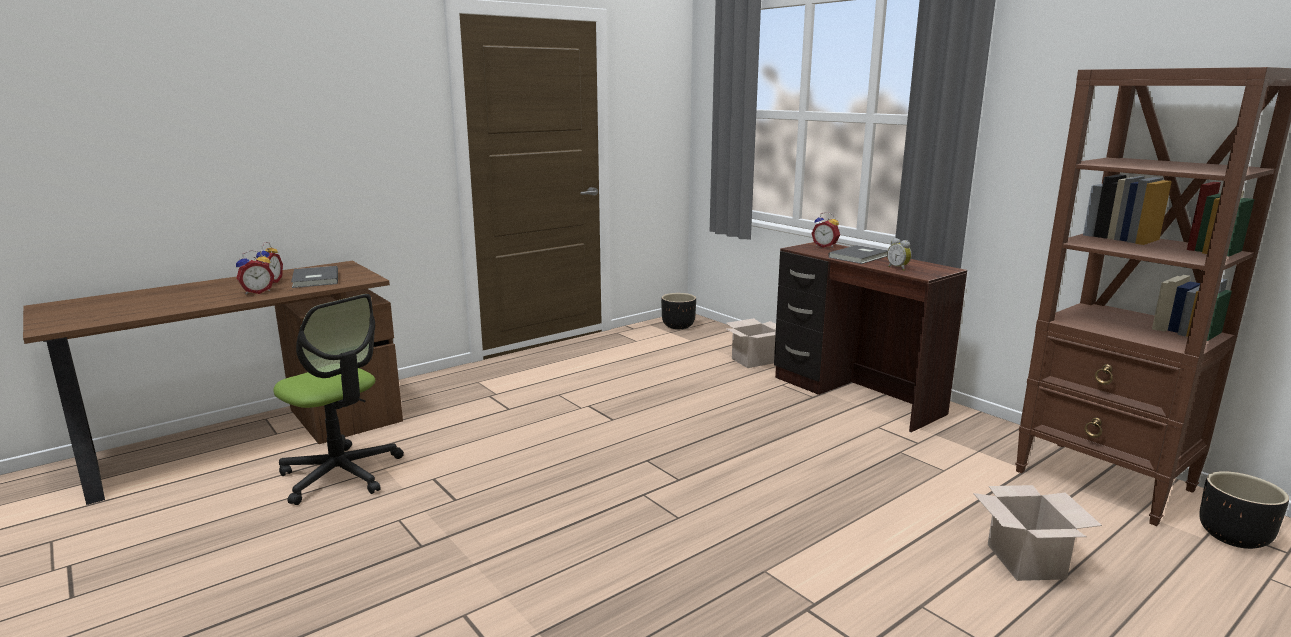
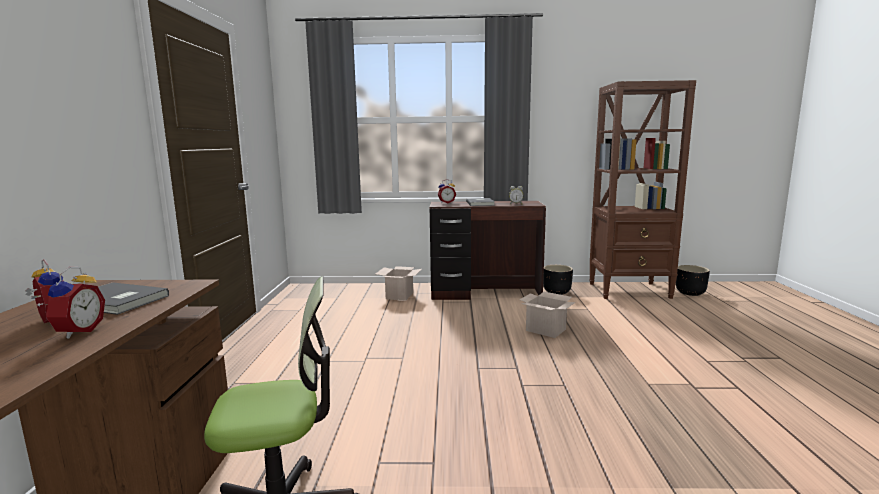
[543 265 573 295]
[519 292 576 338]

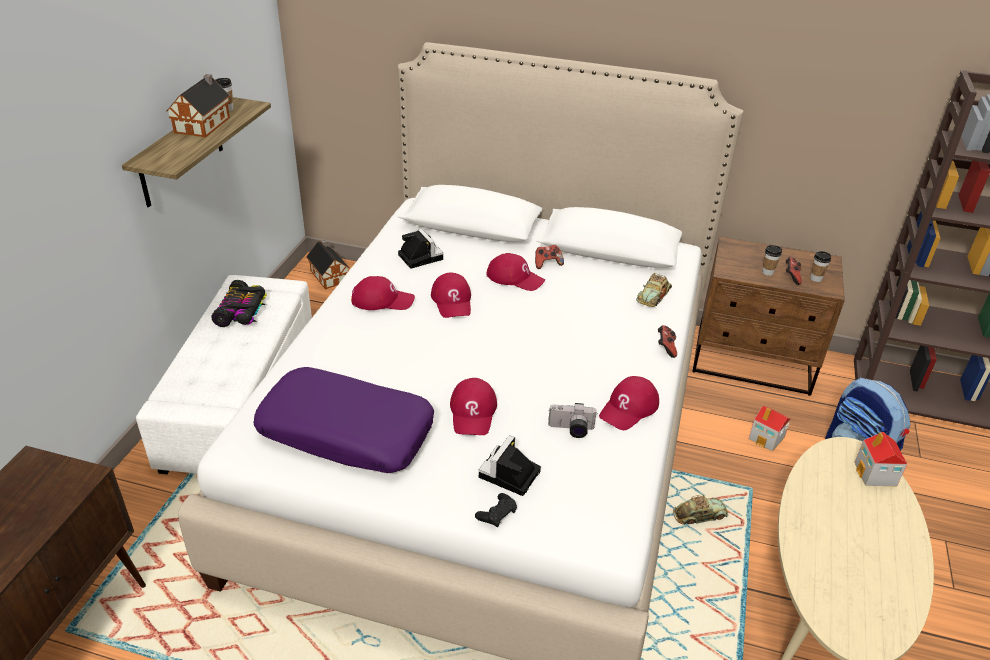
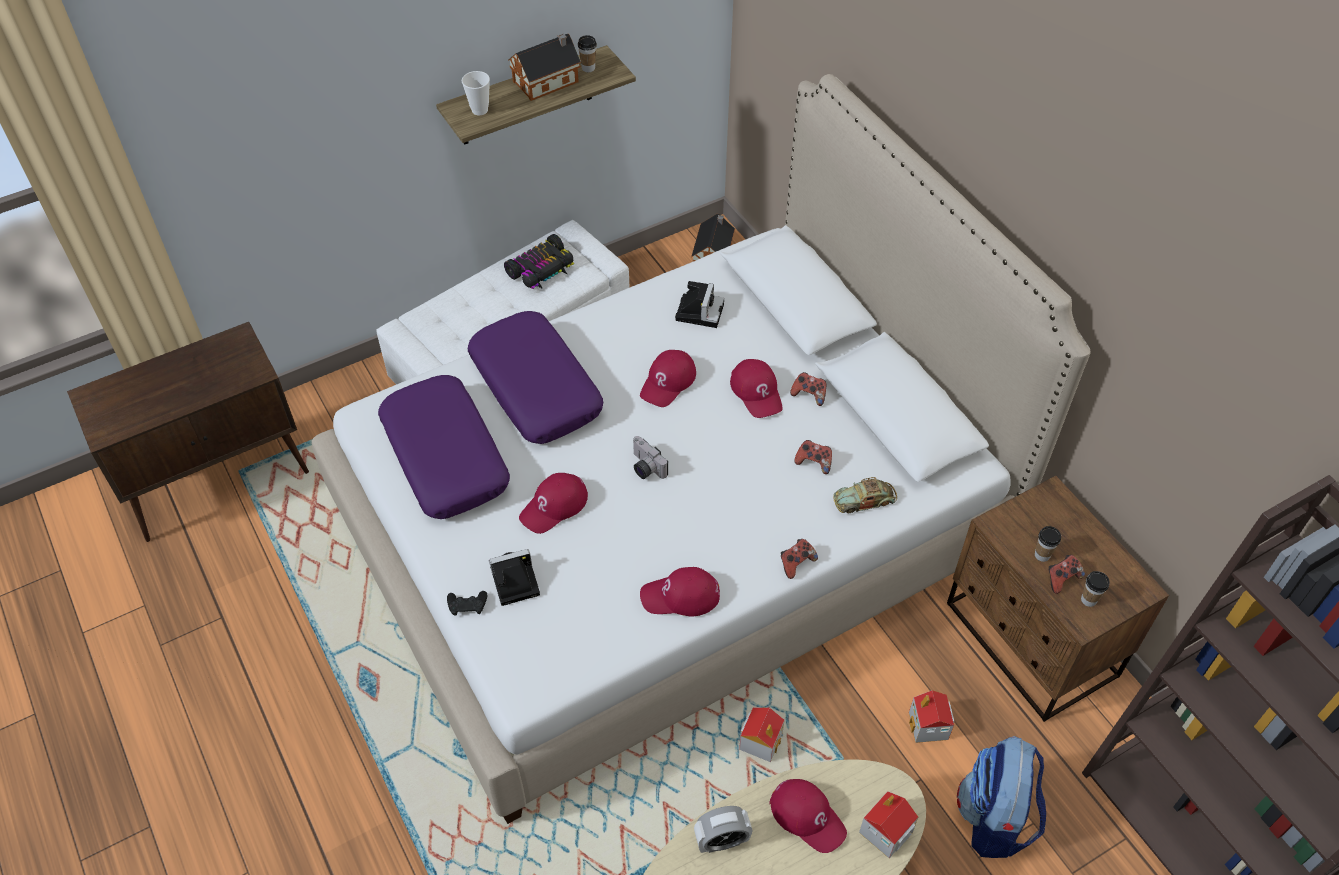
[462 71 490 115]
[468 311 603 444]
[694 806 752 853]
[794 440 832 474]
[770 779 847 853]
[633 436 668 479]
[739 707 785 762]

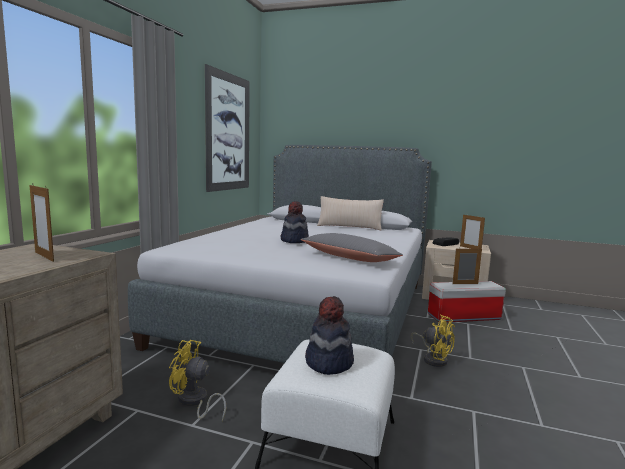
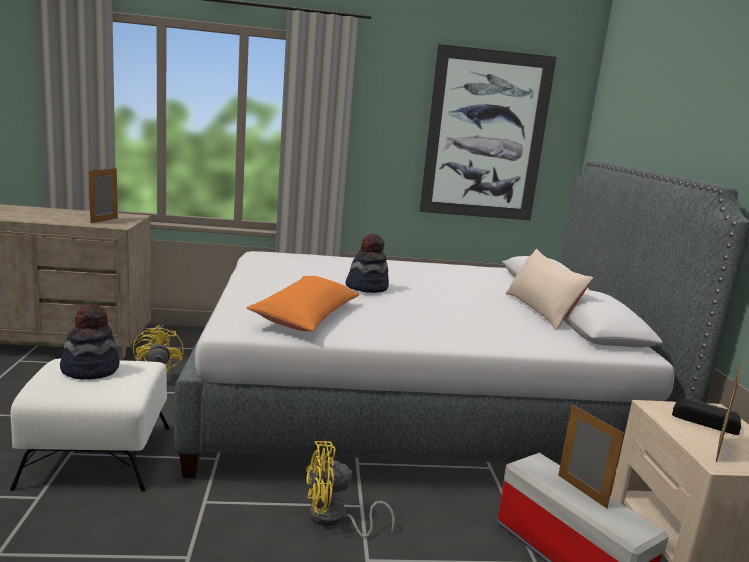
[247 276 359 332]
[306 441 395 538]

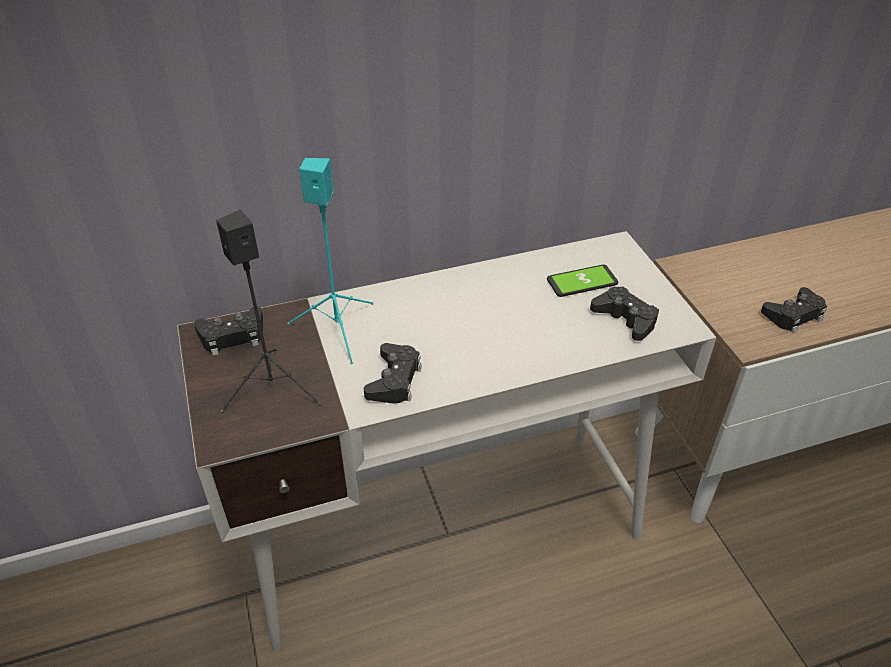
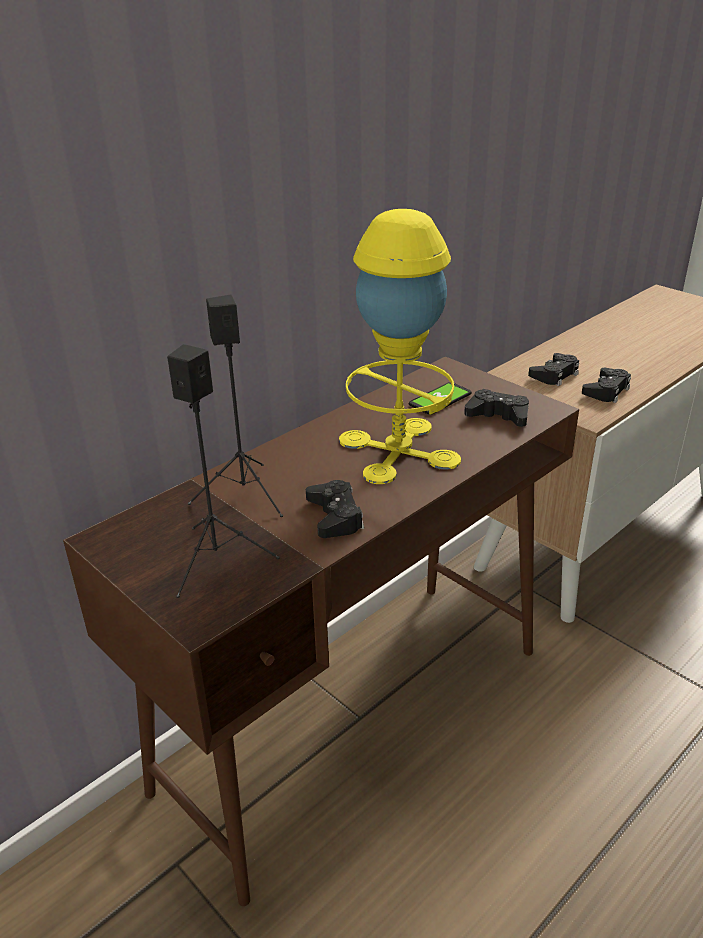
[339 209 461 484]
[528 353 579 386]
[63 356 579 906]
[188 294 283 517]

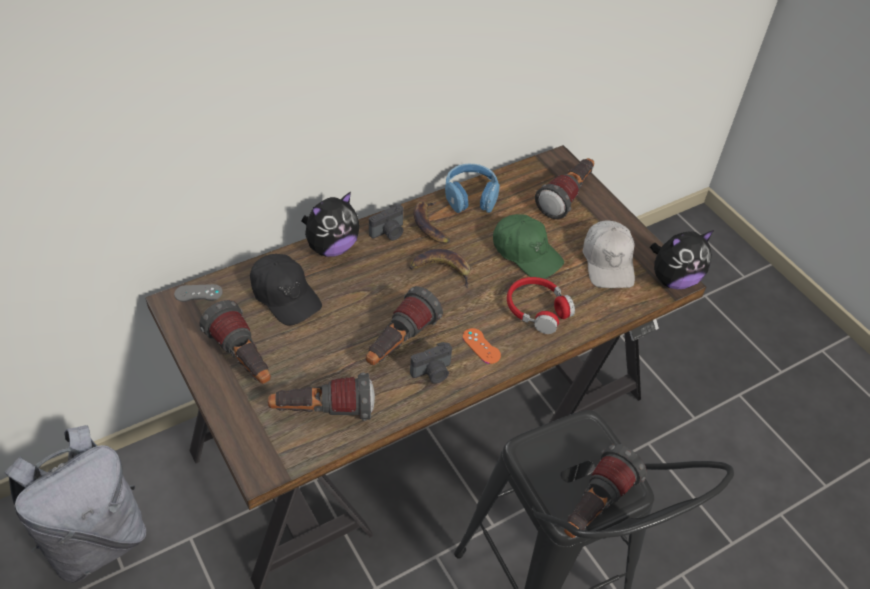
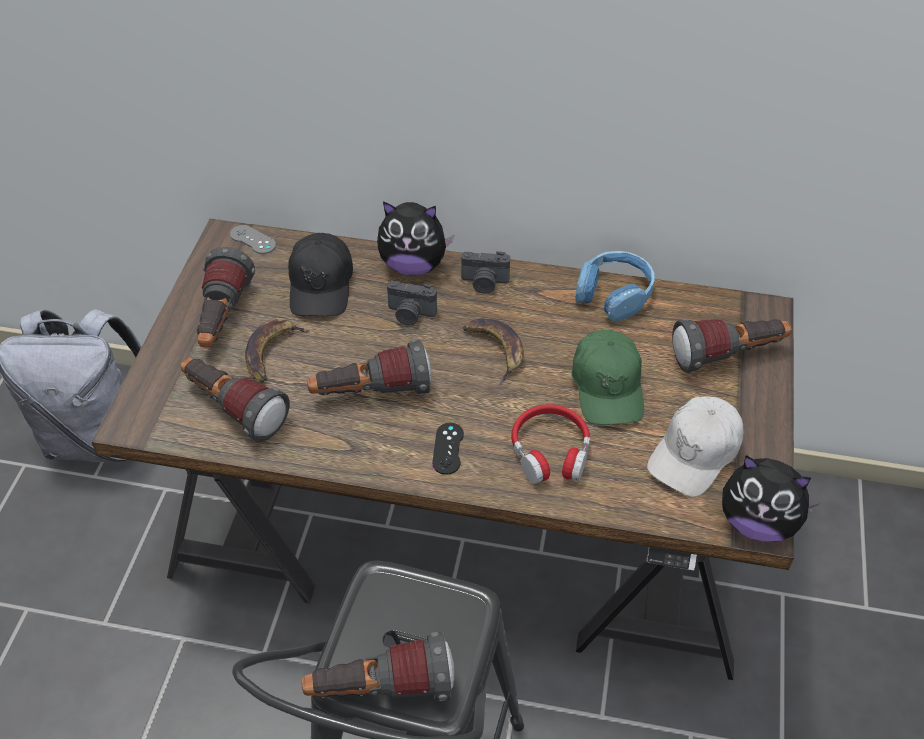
[387 280 437 325]
[245 318 310 382]
[432 423 464 475]

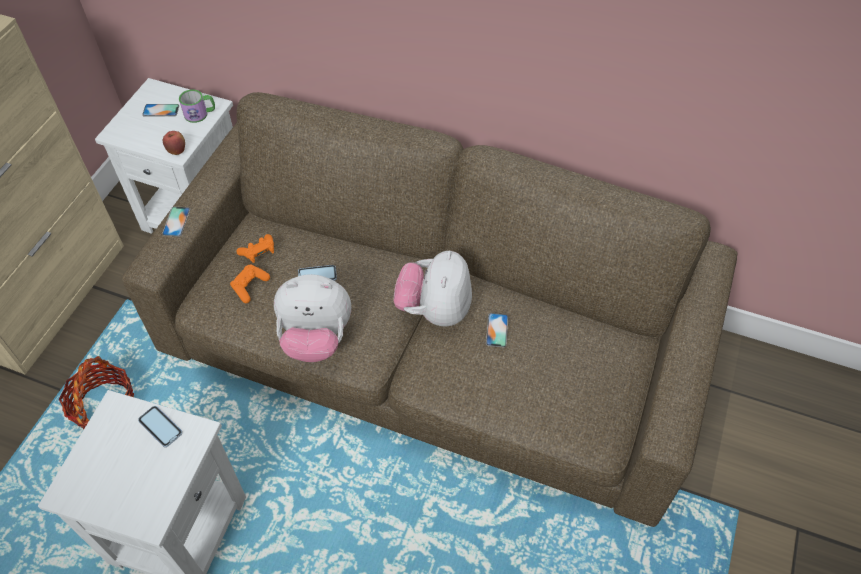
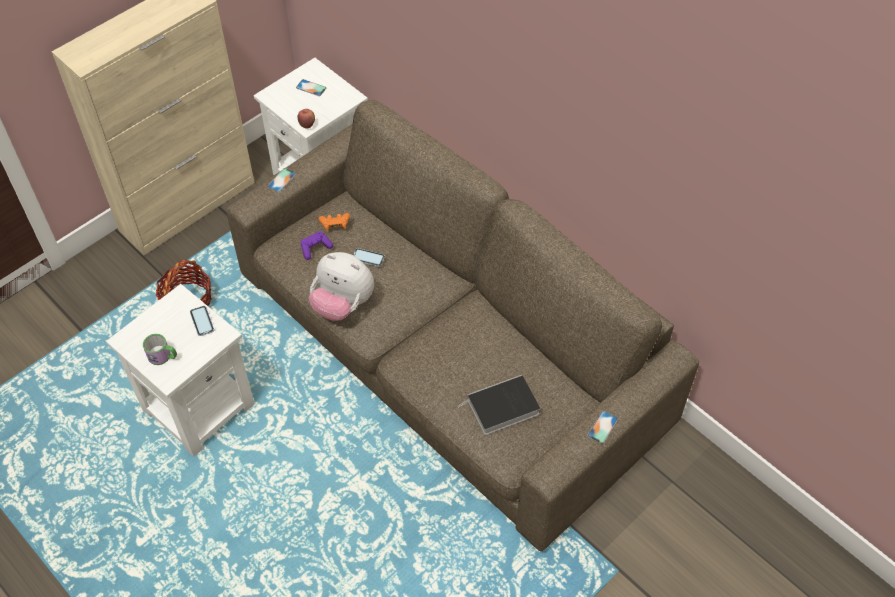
[394 250 472 326] (first image)
[458 375 540 435]
[143 334 177 365]
[587 411 618 444]
[301 231 333 260]

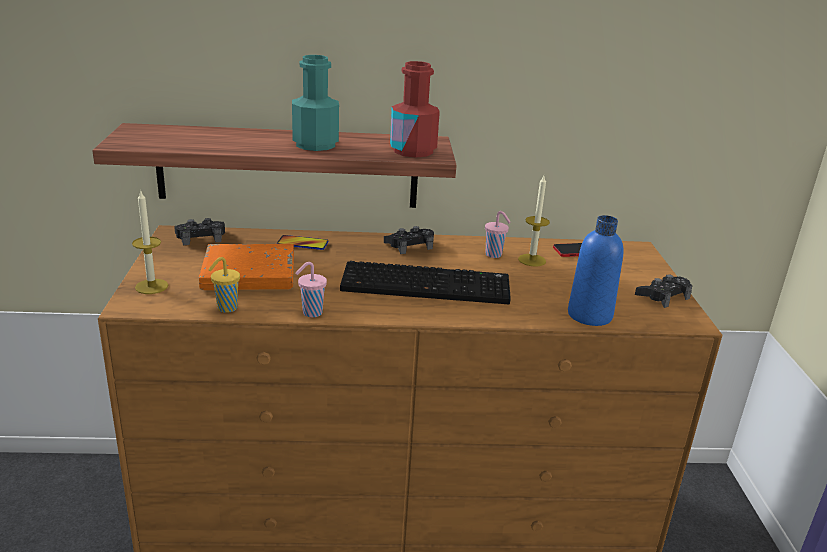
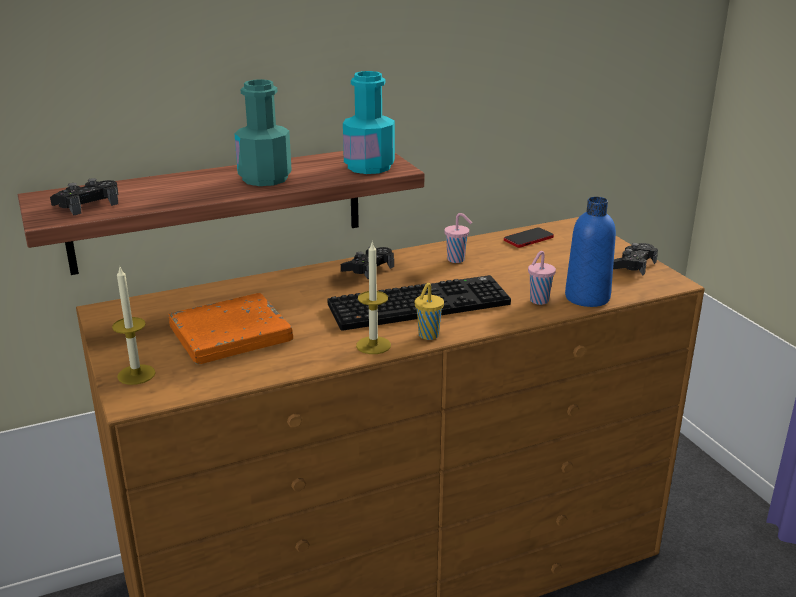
[277 235 329 250] (first image)
[50 178 118 216]
[415 283 444 340]
[528 251 556 305]
[356 242 391 354]
[343 71 395 174]

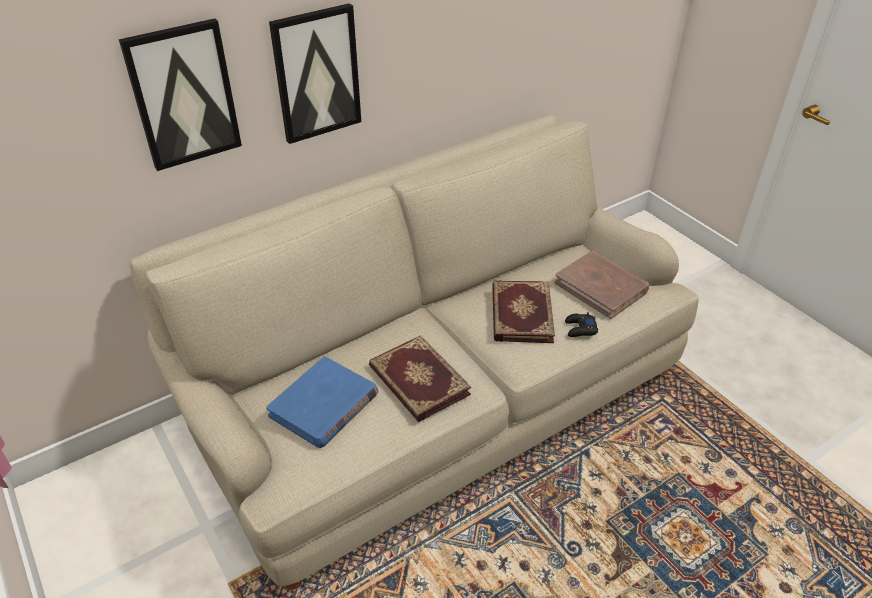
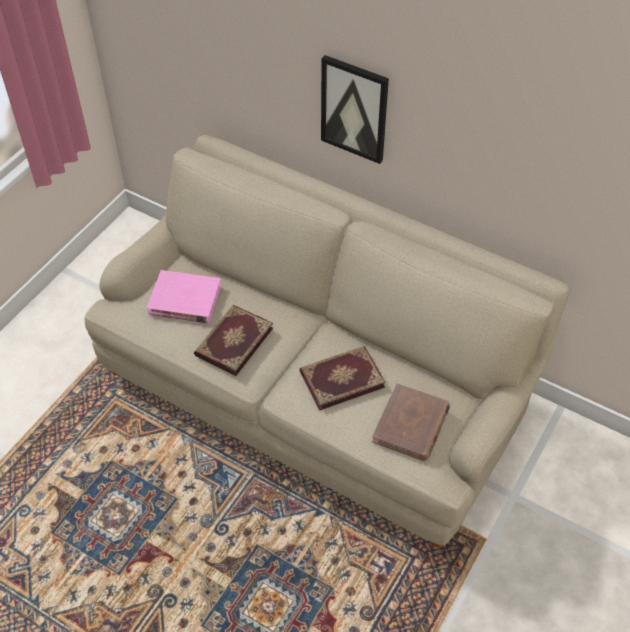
[119 18 242 171] (first image)
[565 312 598 337] (first image)
[147 270 221 323]

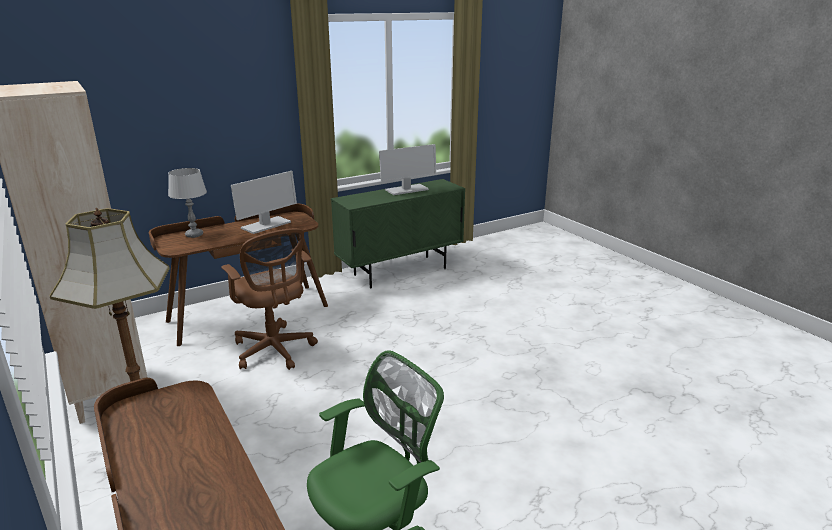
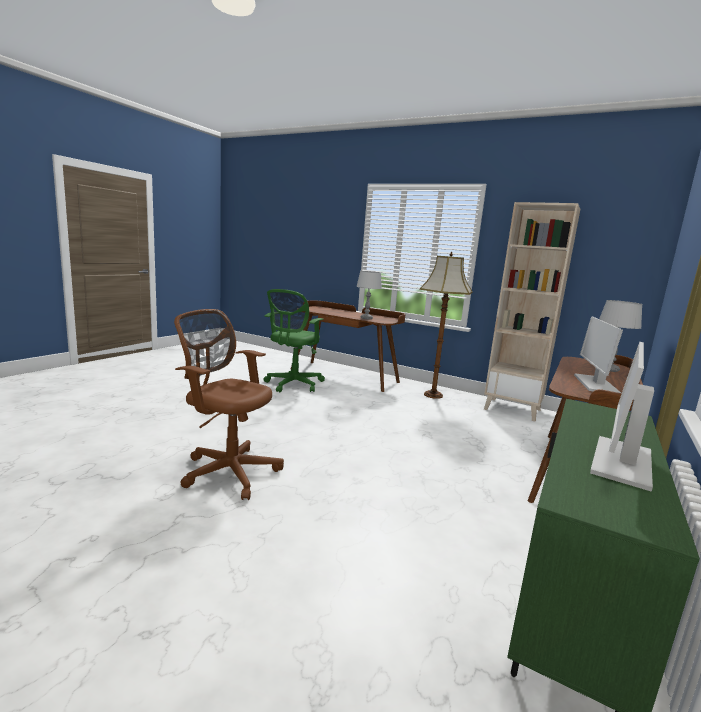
[356 271 382 319]
[174 309 284 500]

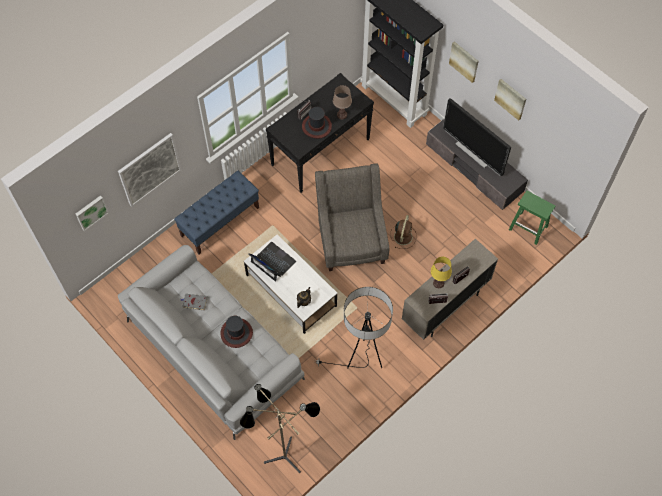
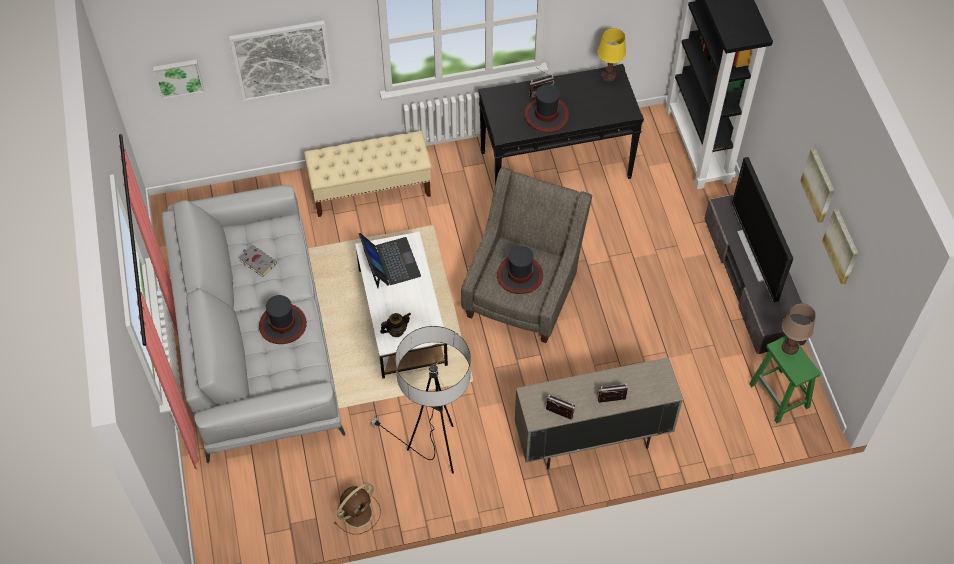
[240 384 320 473] (first image)
[497 246 543 294]
[782 303 816 355]
[334 483 381 534]
[598 28 626 82]
[822 209 858 284]
[304 131 432 217]

